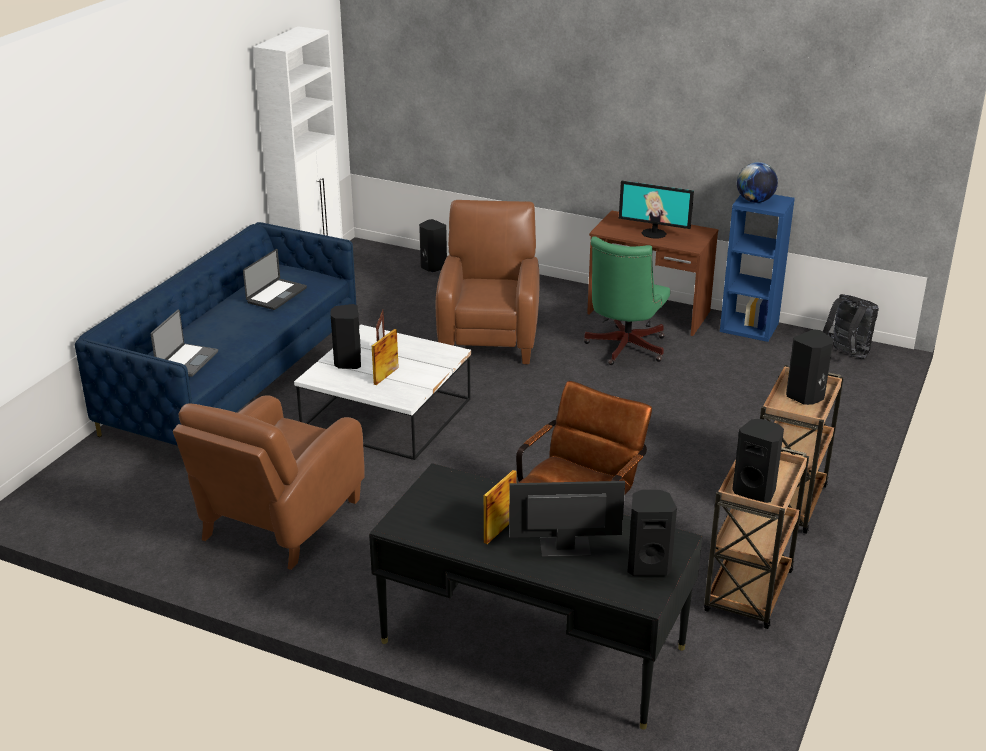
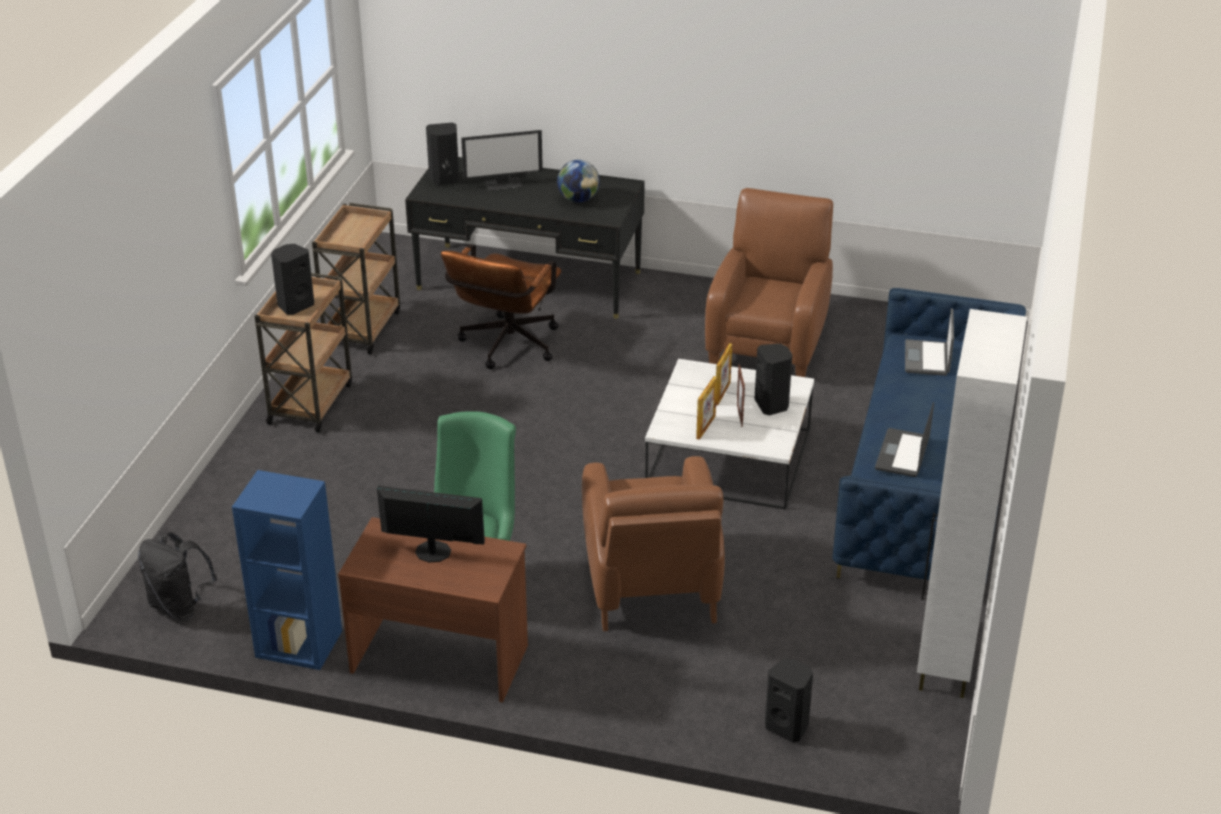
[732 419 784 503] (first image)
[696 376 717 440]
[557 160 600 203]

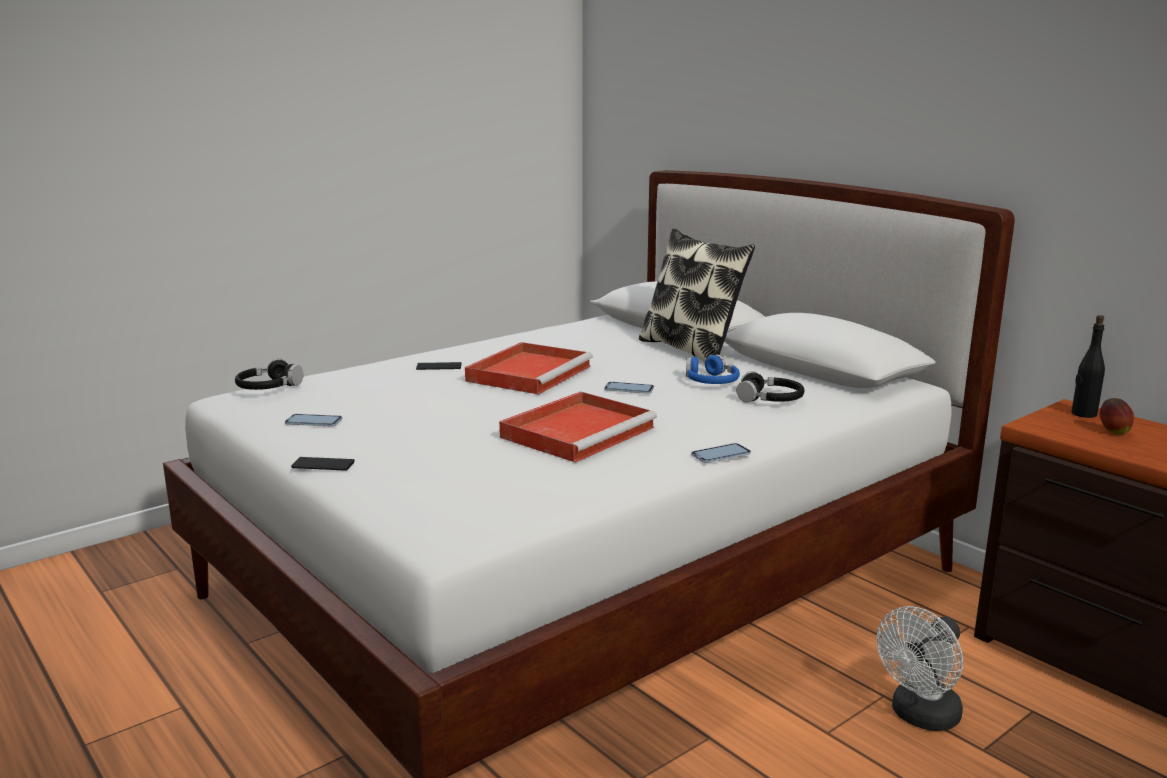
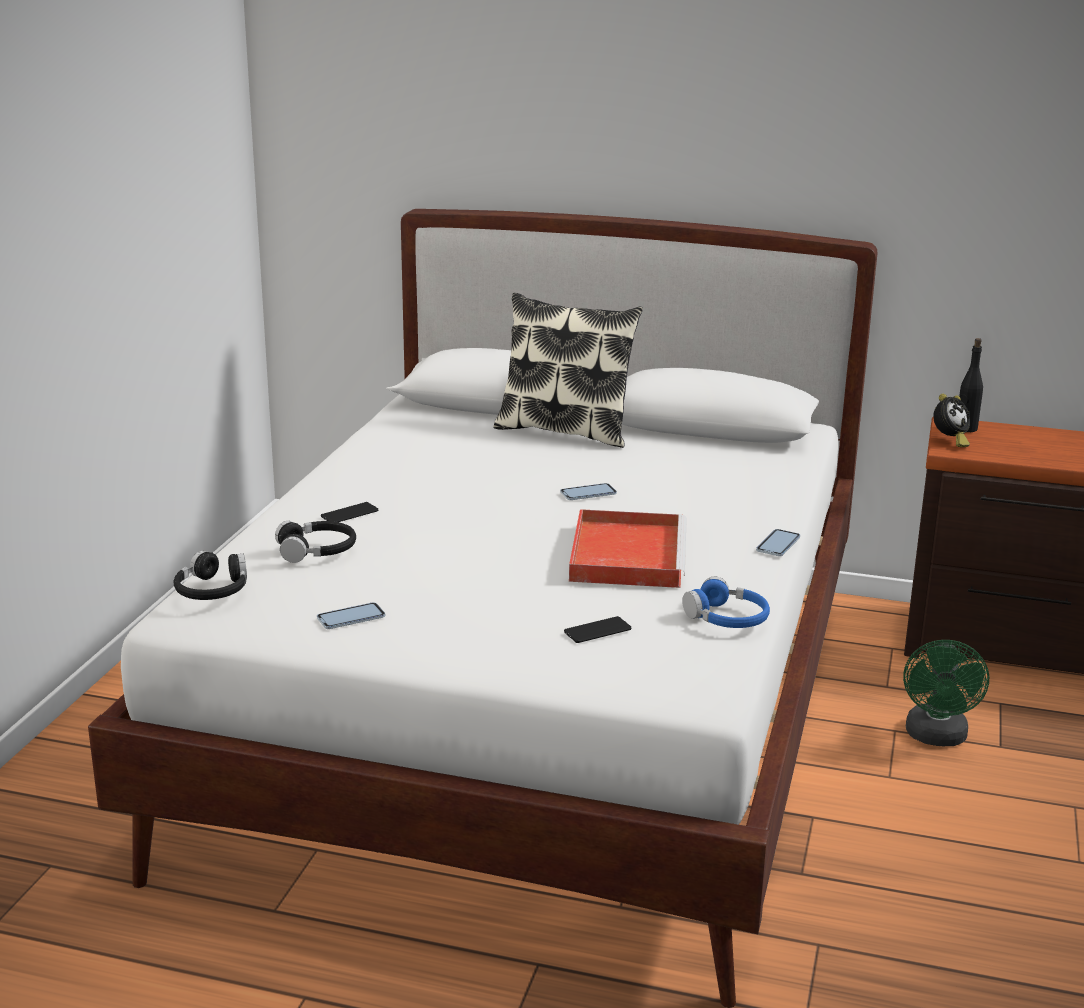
[465 342 593 395] (first image)
[1100 398 1134 435] (first image)
[933 394 970 447]
[564 616 631 643]
[682 577 770 628]
[275 521 356 563]
[903 640 989 746]

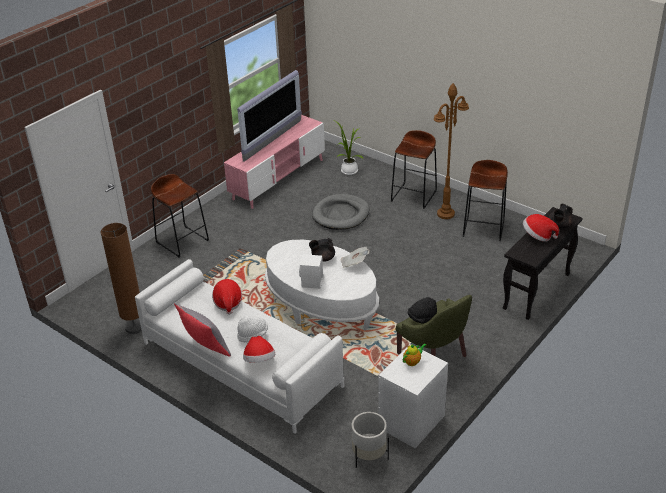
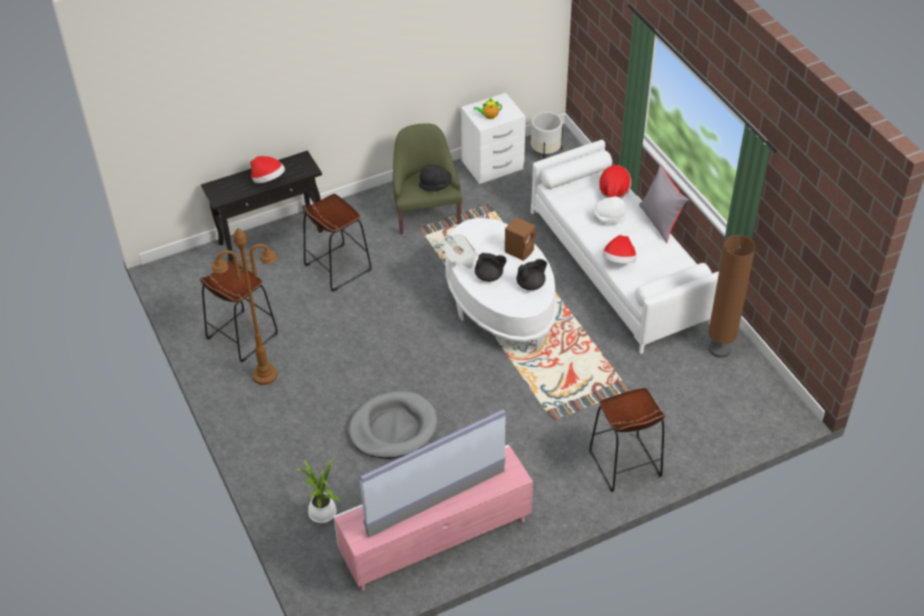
[302 194 372 292]
[516 259 547 290]
[505 217 536 261]

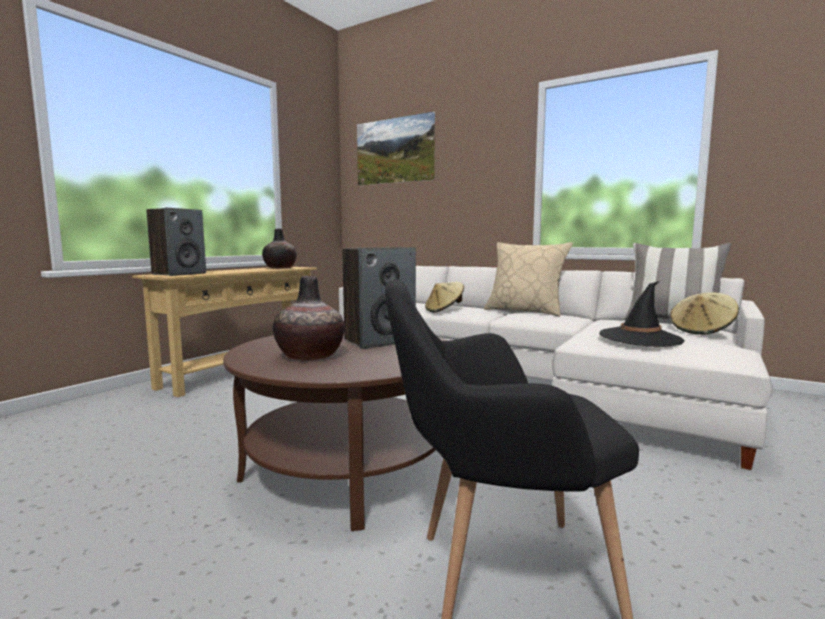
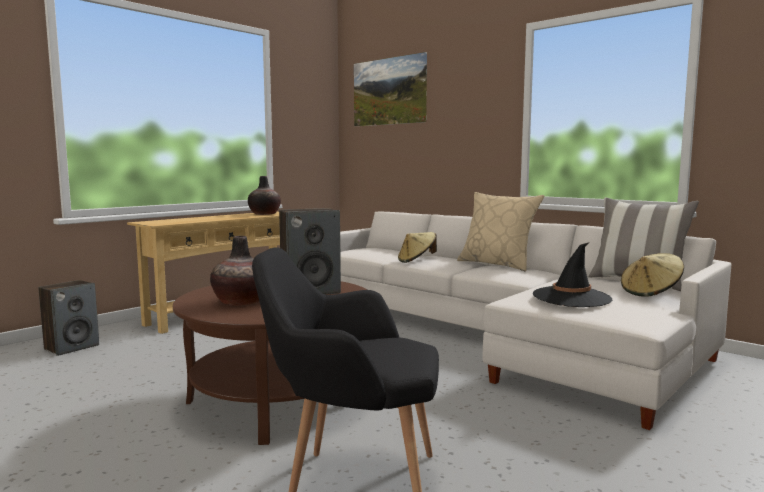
[39 280 99 356]

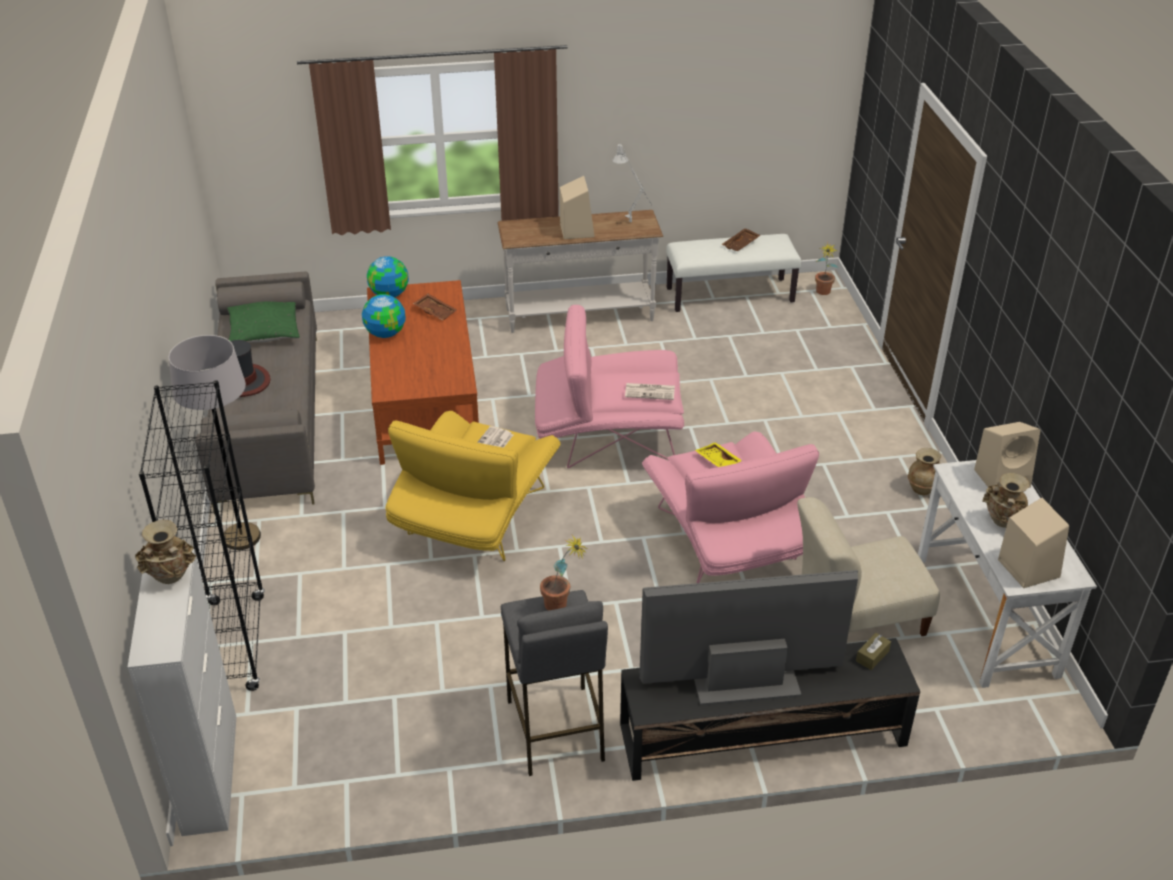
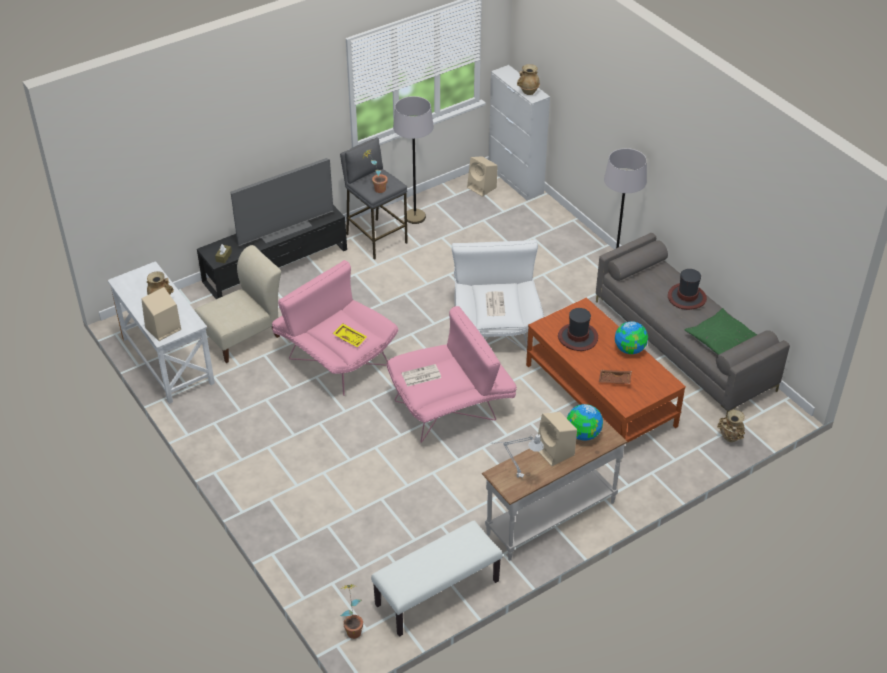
[139 380 265 691] (first image)
[722 228 760 251] (first image)
[393 96 434 224]
[558 308 598 351]
[567 404 603 440]
[717 410 745 442]
[467 156 498 197]
[452 240 544 352]

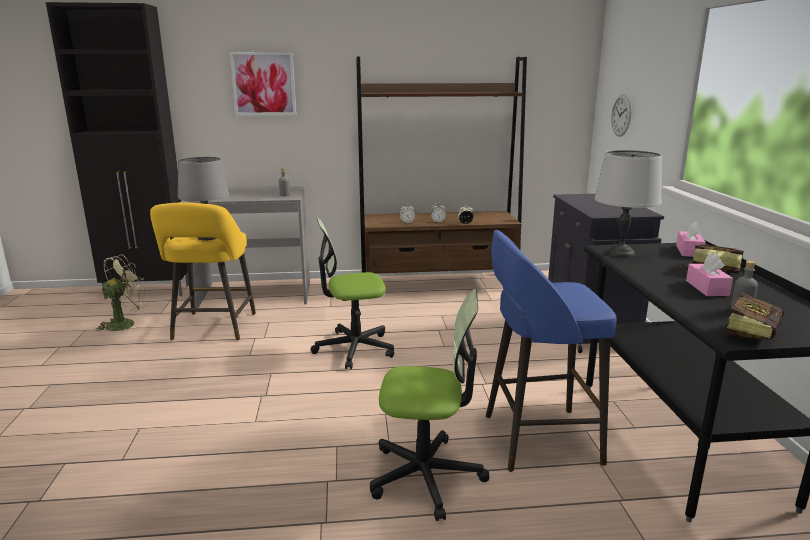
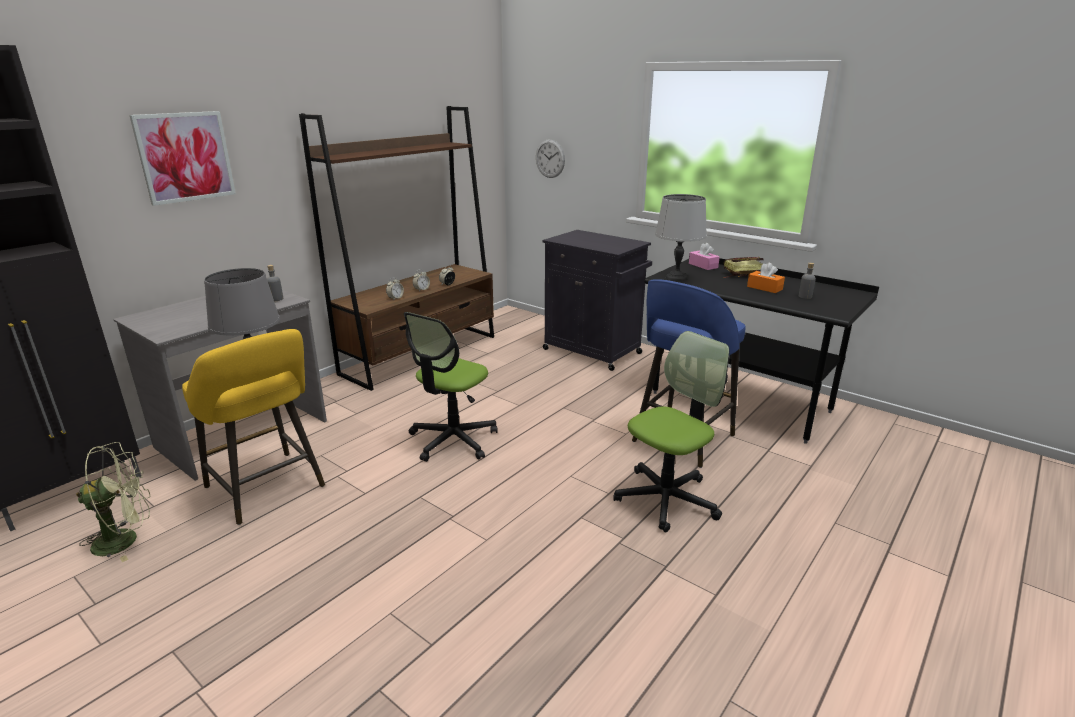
[725 292 784 340] (first image)
[747 263 785 293]
[76 442 150 562]

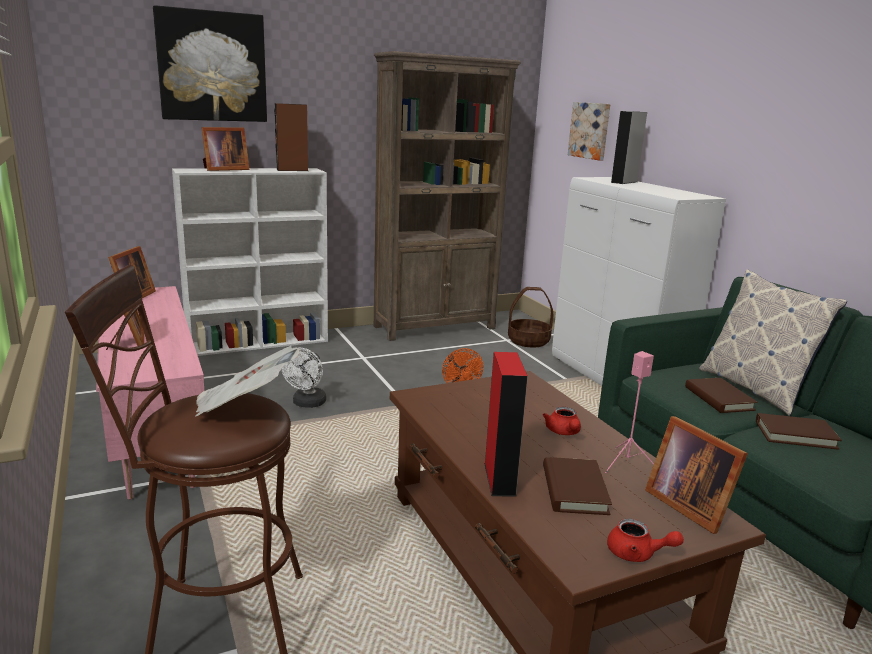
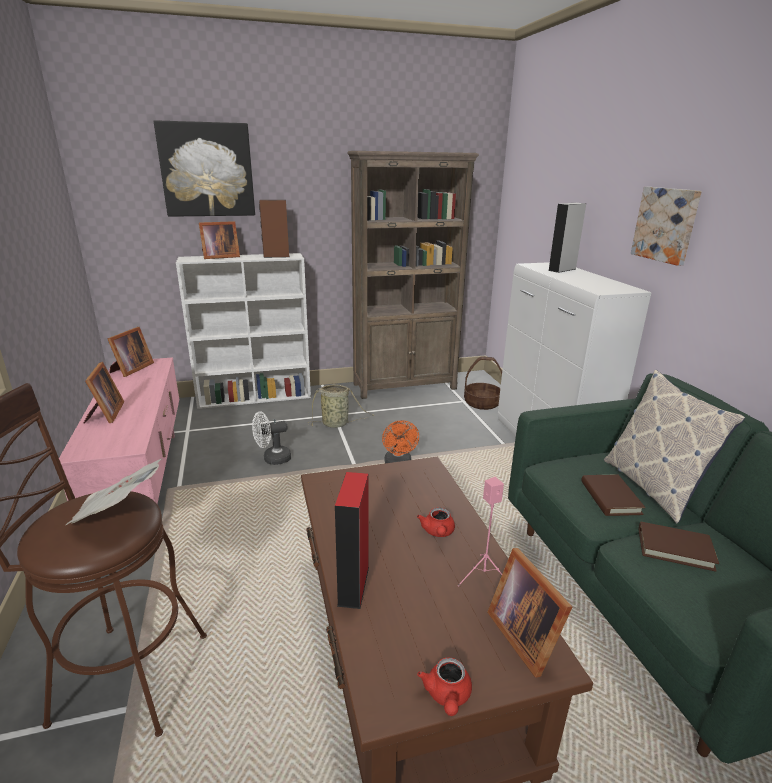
[543 457 612 515] (first image)
[308 384 374 428]
[631 187 702 266]
[252 411 291 465]
[417 658 472 716]

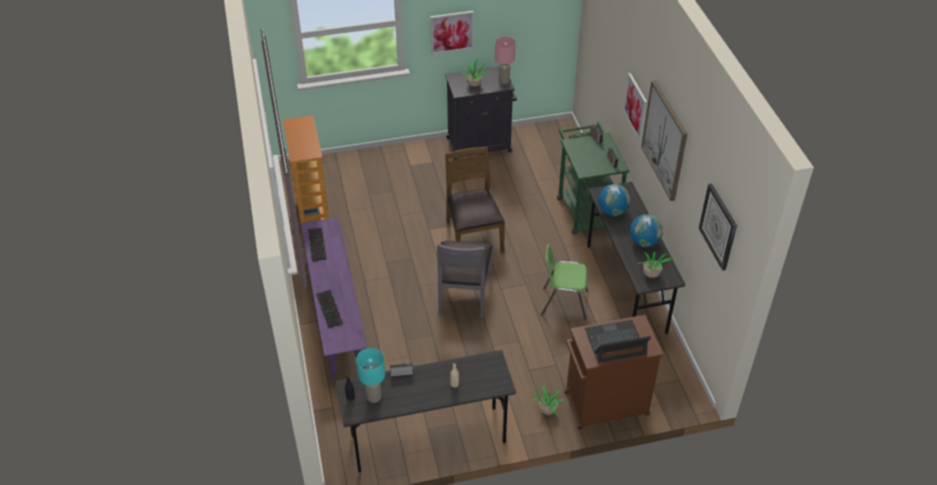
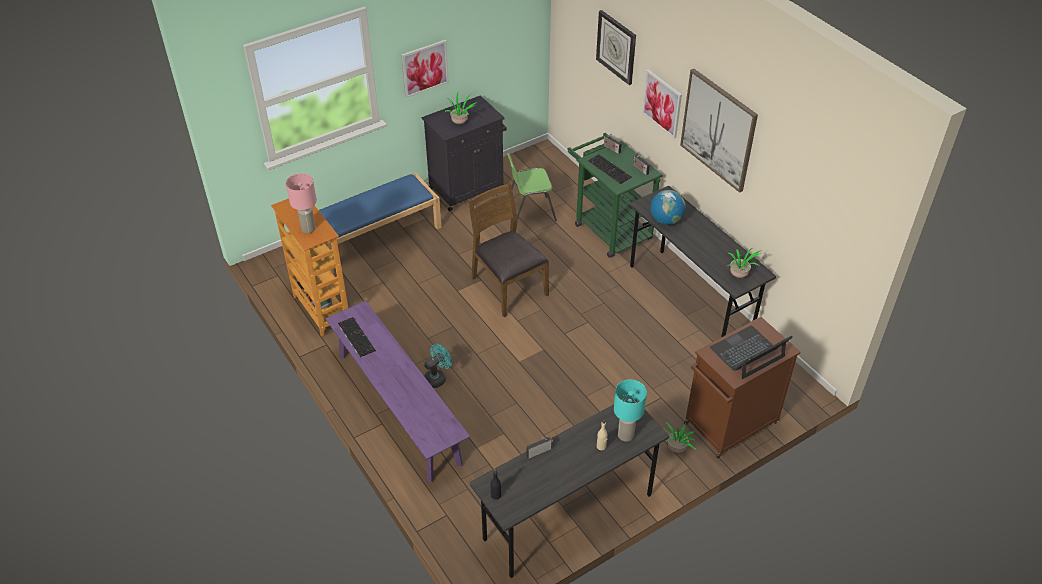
[437 241 493 318] (first image)
[630 214 663 247] (first image)
[319 173 442 273]
[424 344 452 388]
[588 154 632 184]
[614 379 647 442]
[286 173 317 233]
[507 153 557 221]
[596 10 636 85]

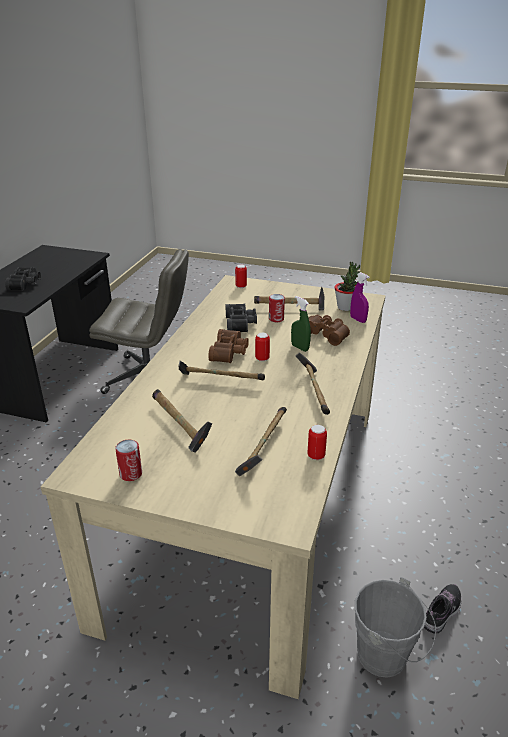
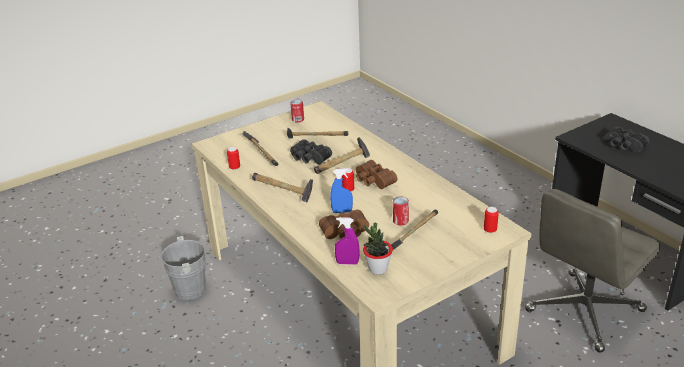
[424 584 461 634] (first image)
[290 139 332 164]
[330 168 353 213]

